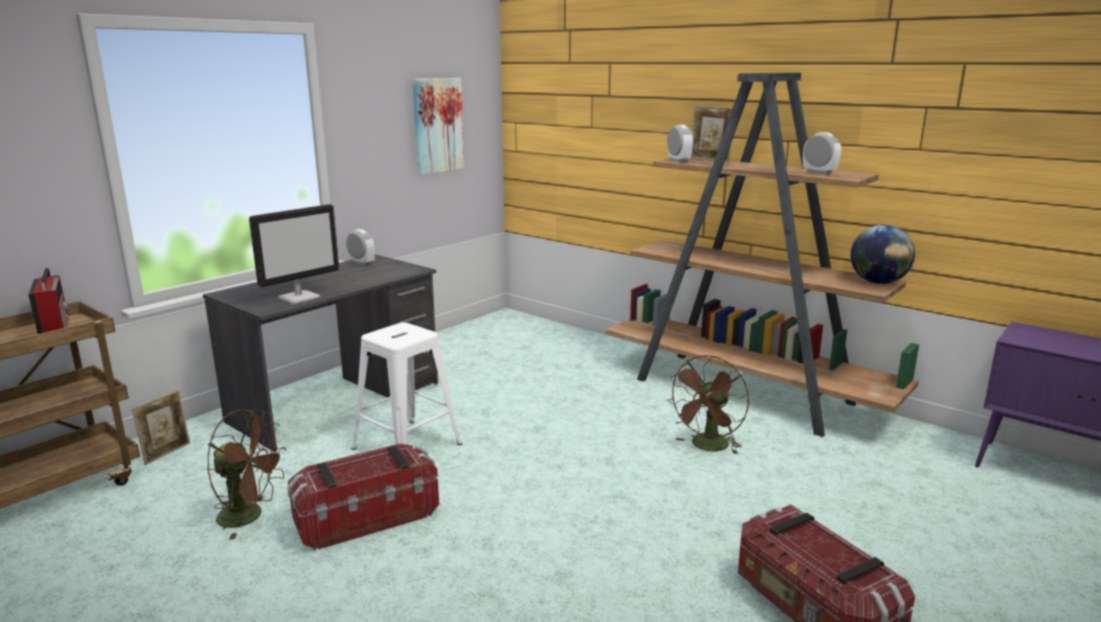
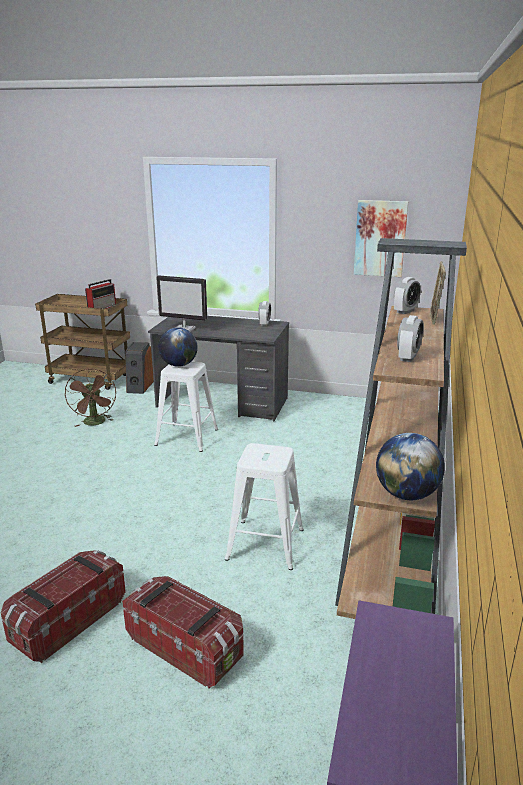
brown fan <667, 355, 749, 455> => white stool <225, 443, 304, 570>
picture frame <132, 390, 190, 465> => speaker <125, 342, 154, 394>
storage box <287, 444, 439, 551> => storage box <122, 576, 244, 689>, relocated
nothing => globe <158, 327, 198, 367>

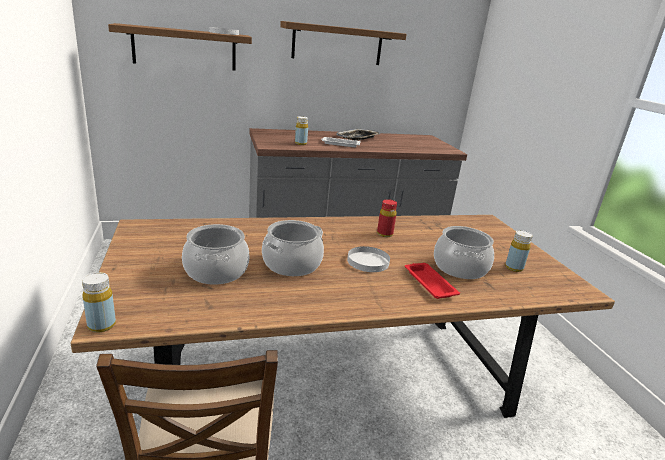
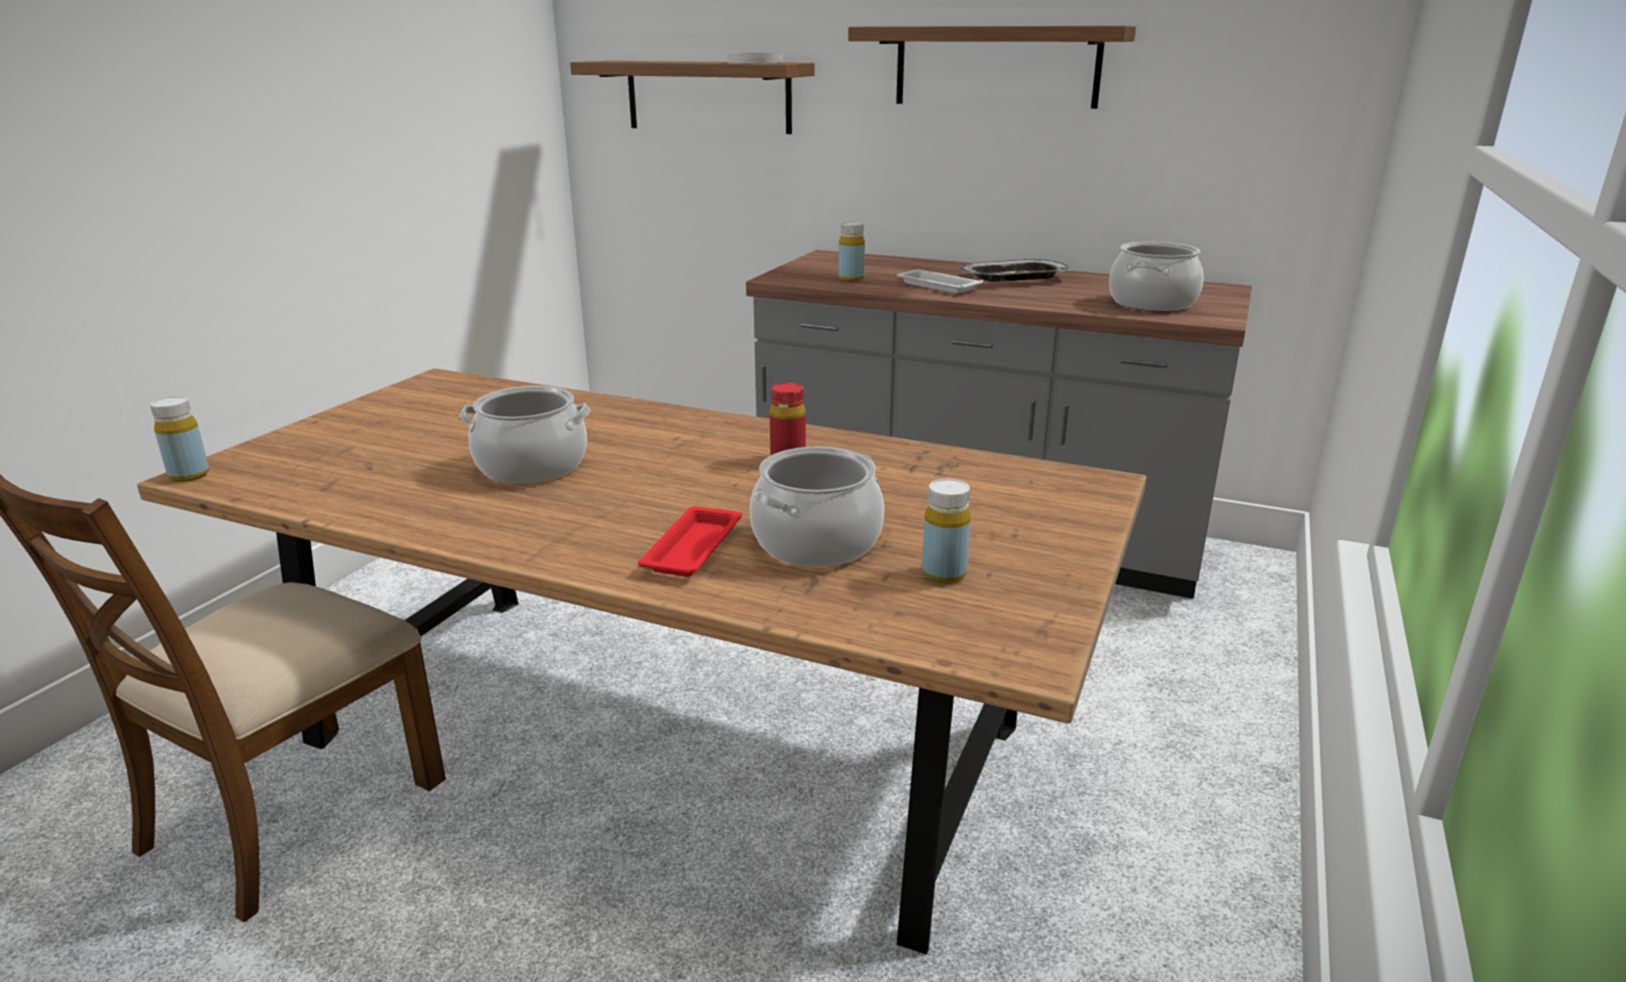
cooking pot <182, 224, 250, 285> => cooking pot <1109, 242, 1204, 311>, relocated
white plate <347, 246, 390, 272> => nothing

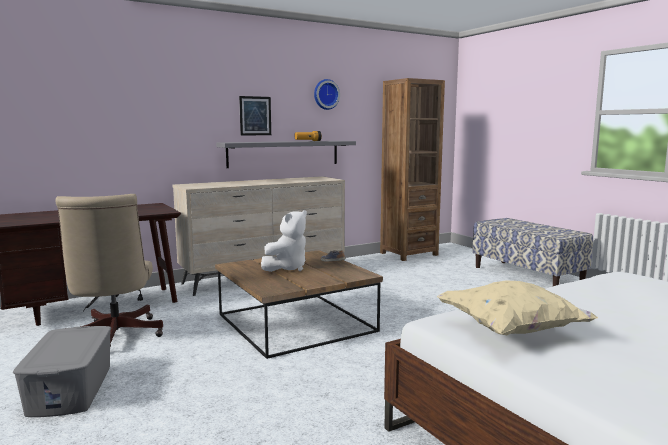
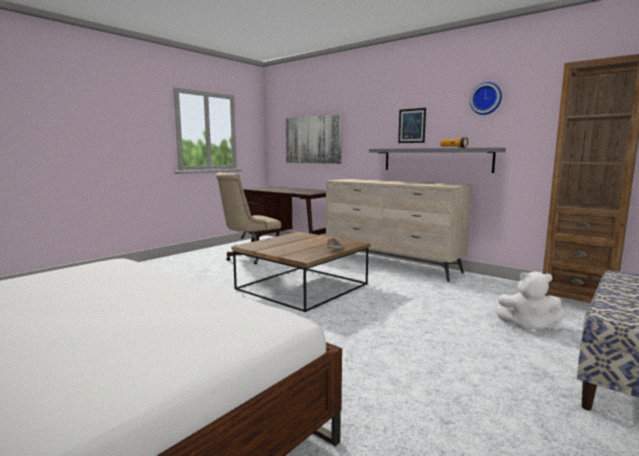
white plush toy <261, 210, 307, 272> => white plush toy <496, 271, 566, 334>, relocated
beige pillow <437, 280, 598, 335> => nothing
grey storage box <13, 326, 111, 417> => nothing
nothing => picture <286, 114, 342, 164>

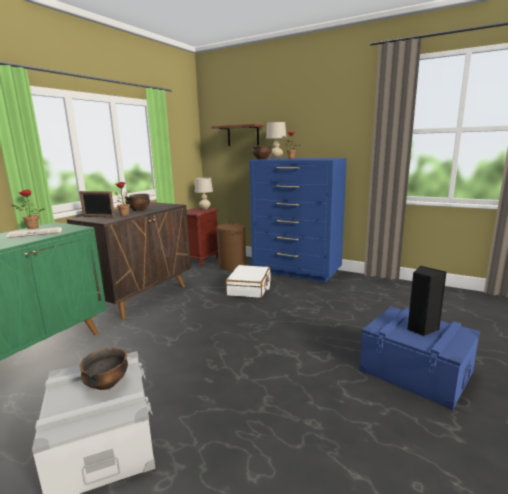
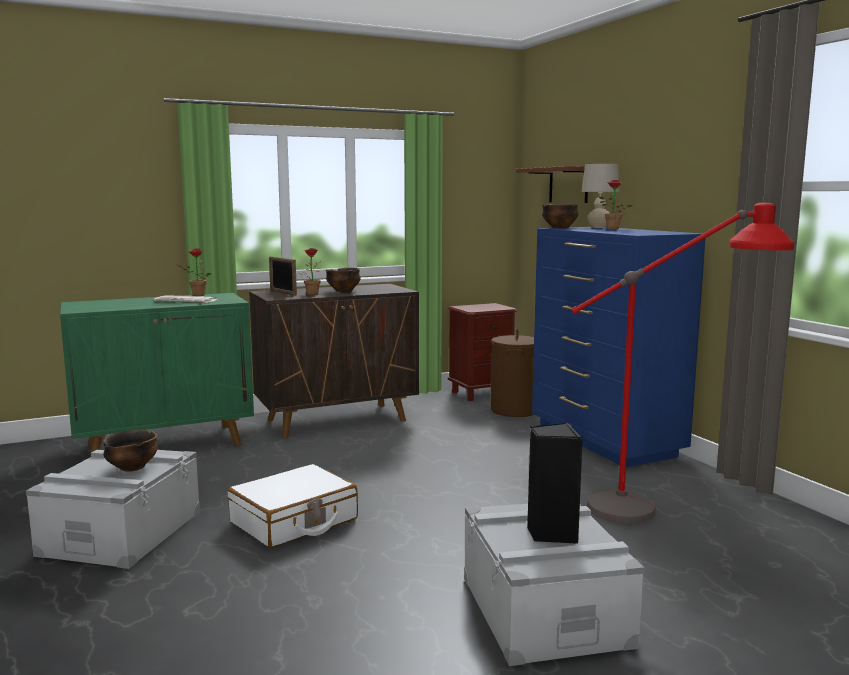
beige table lamp <195, 177, 213, 209> => nothing
white suitcase <226, 265, 271, 298> => white suitcase <227, 464, 358, 548>, relocated
blue storage box <359, 306, 480, 410> => grey storage box <464, 504, 645, 666>
nothing => red floor lamp <571, 203, 794, 524>

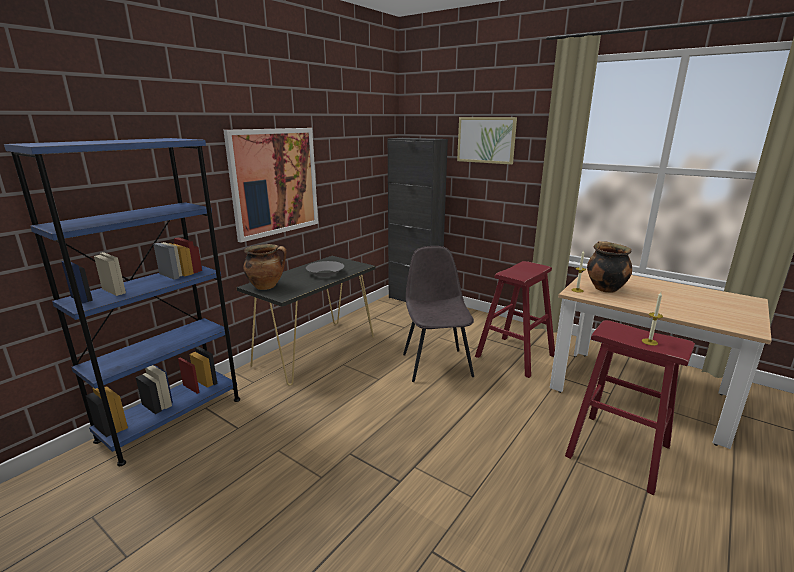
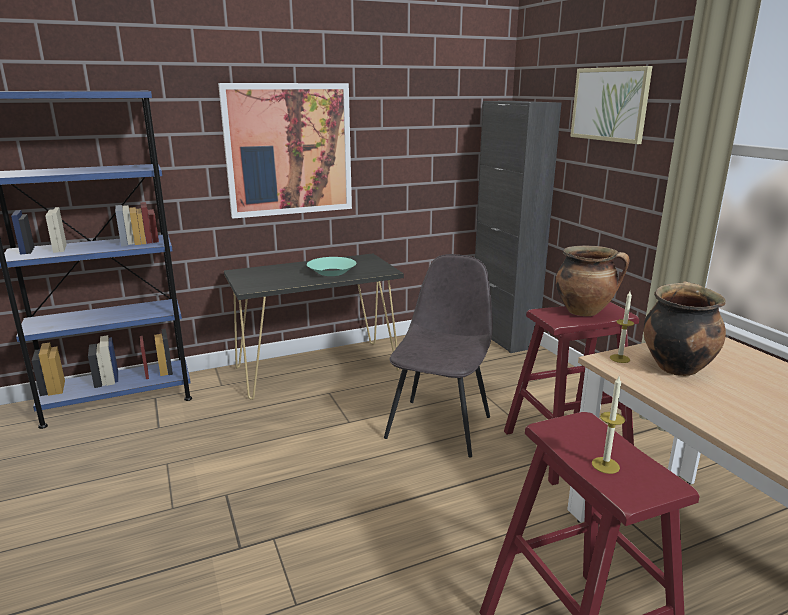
cooking pot <243, 244, 287, 290> => cooking pot <556, 246, 629, 316>, relocated
grey bowl <306, 261, 344, 277> => turquoise bowl <307, 257, 356, 276>

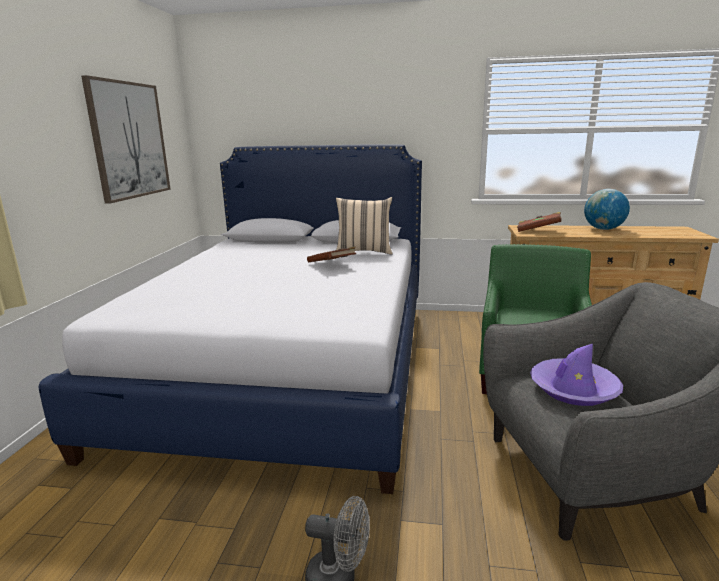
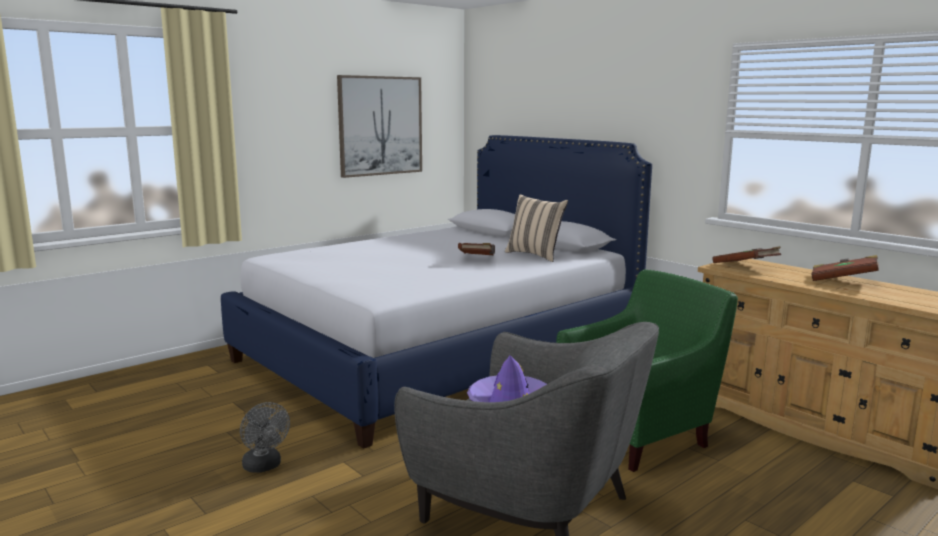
globe <584, 189, 630, 230> => brown book <812, 255, 879, 281>

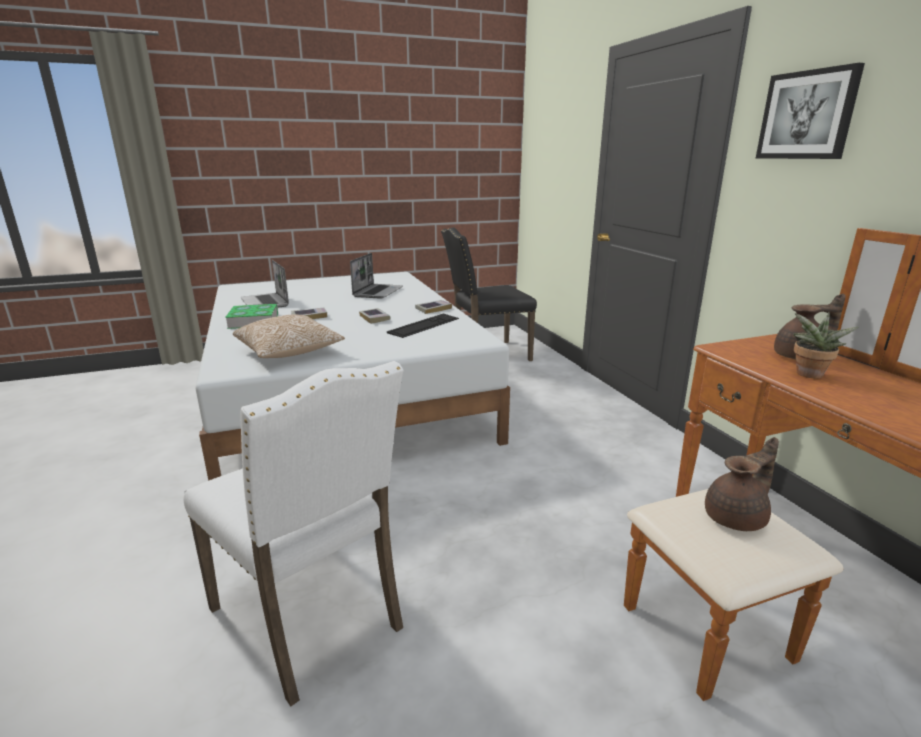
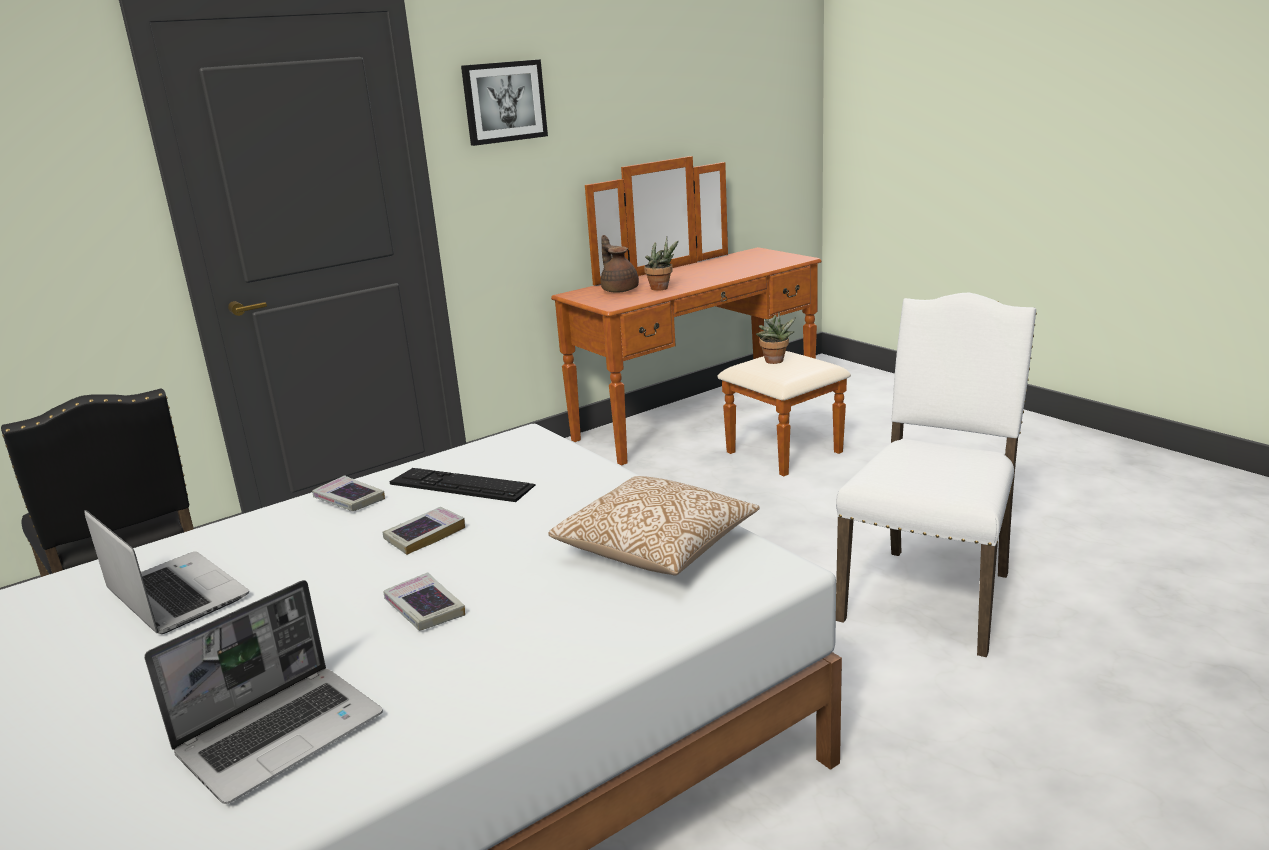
laptop <350, 253, 403, 299> => laptop <84, 510, 249, 634>, 45 degrees clockwise
book <225, 304, 278, 329> => nothing
brown teapot <705, 437, 779, 531> => potted plant <756, 312, 796, 364>

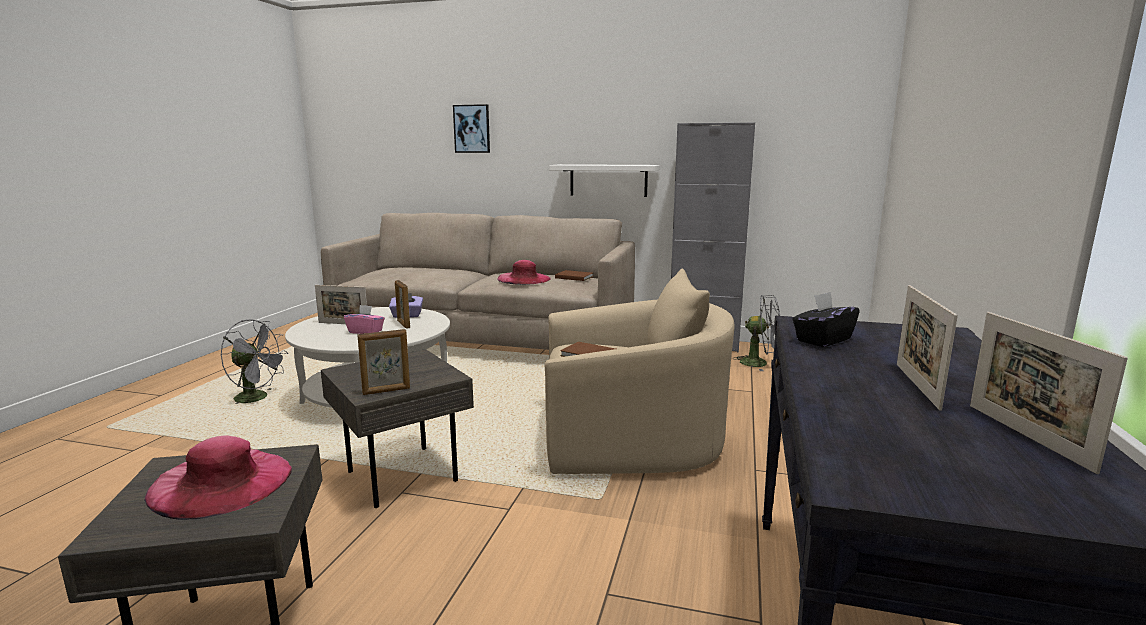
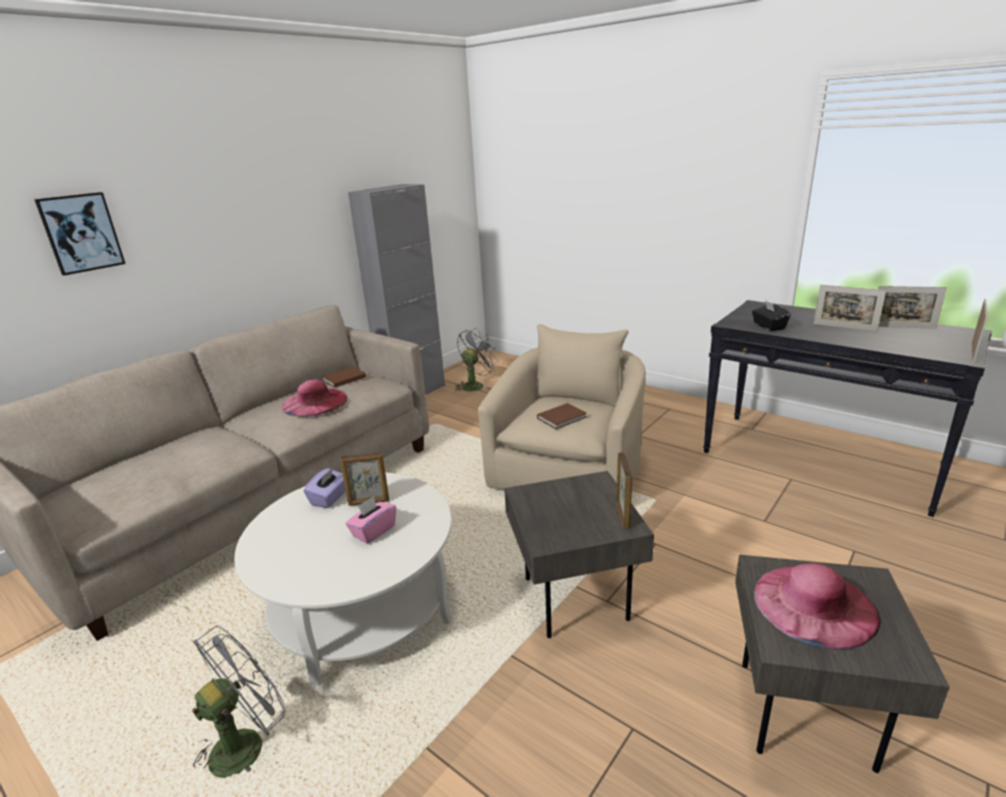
white shelf <549, 164, 660, 197> => nothing
picture frame <315, 285, 367, 324> => picture frame <972, 299, 988, 363>, relocated

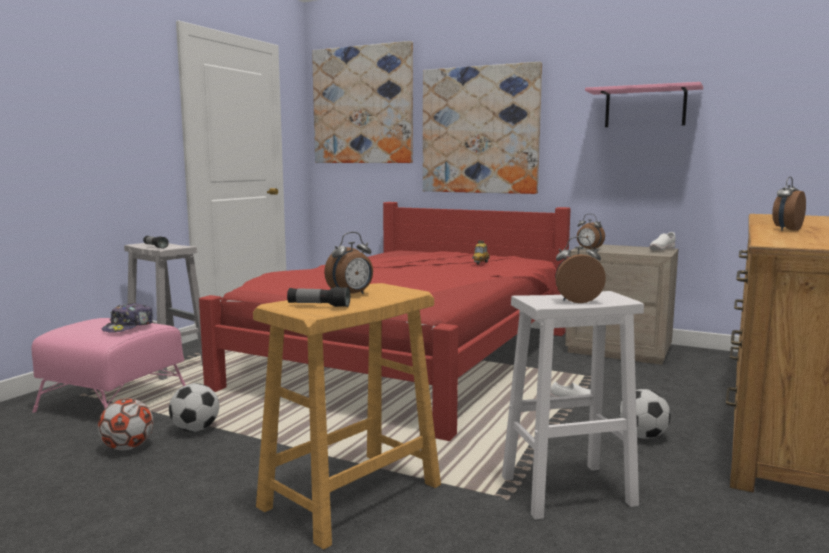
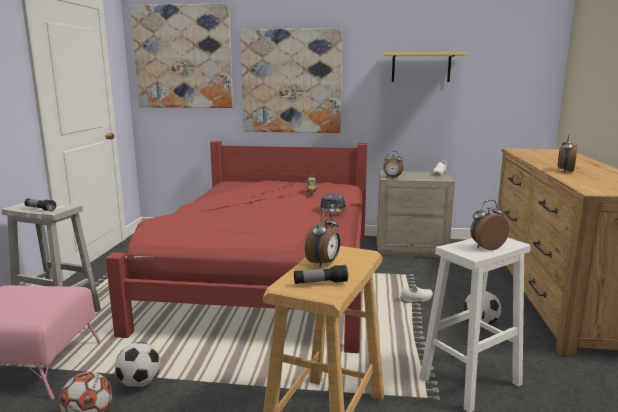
pink shelf <585, 82, 703, 127> => yellow shelf <383, 52, 468, 82>
cap <102, 303, 153, 333> => cap <320, 193, 346, 214>, relocated

